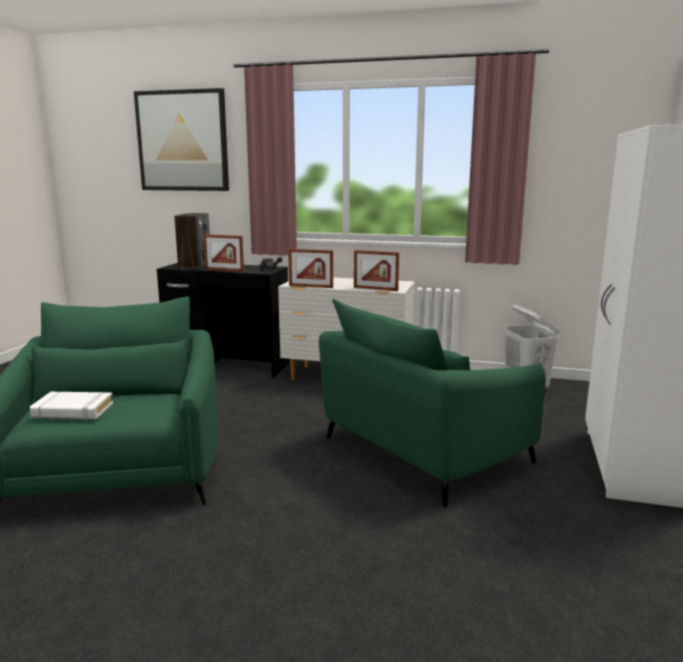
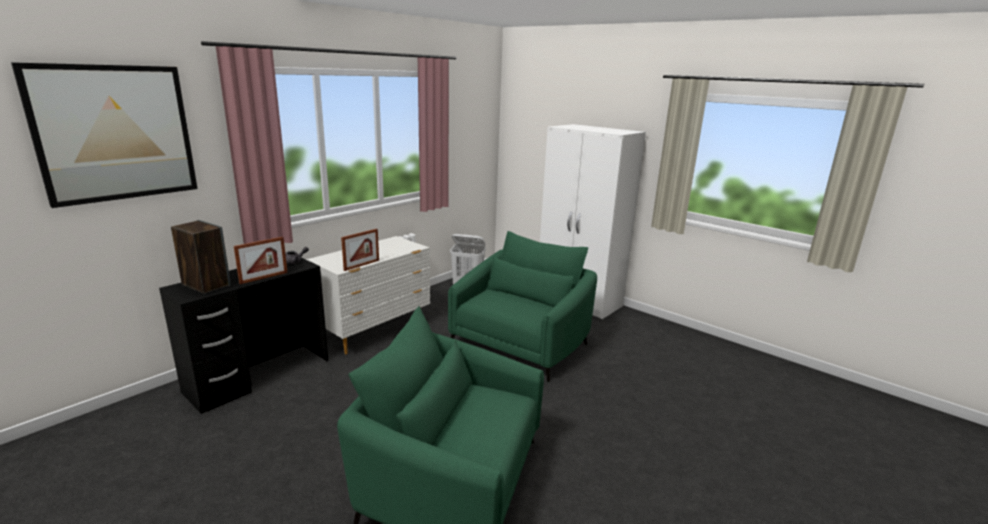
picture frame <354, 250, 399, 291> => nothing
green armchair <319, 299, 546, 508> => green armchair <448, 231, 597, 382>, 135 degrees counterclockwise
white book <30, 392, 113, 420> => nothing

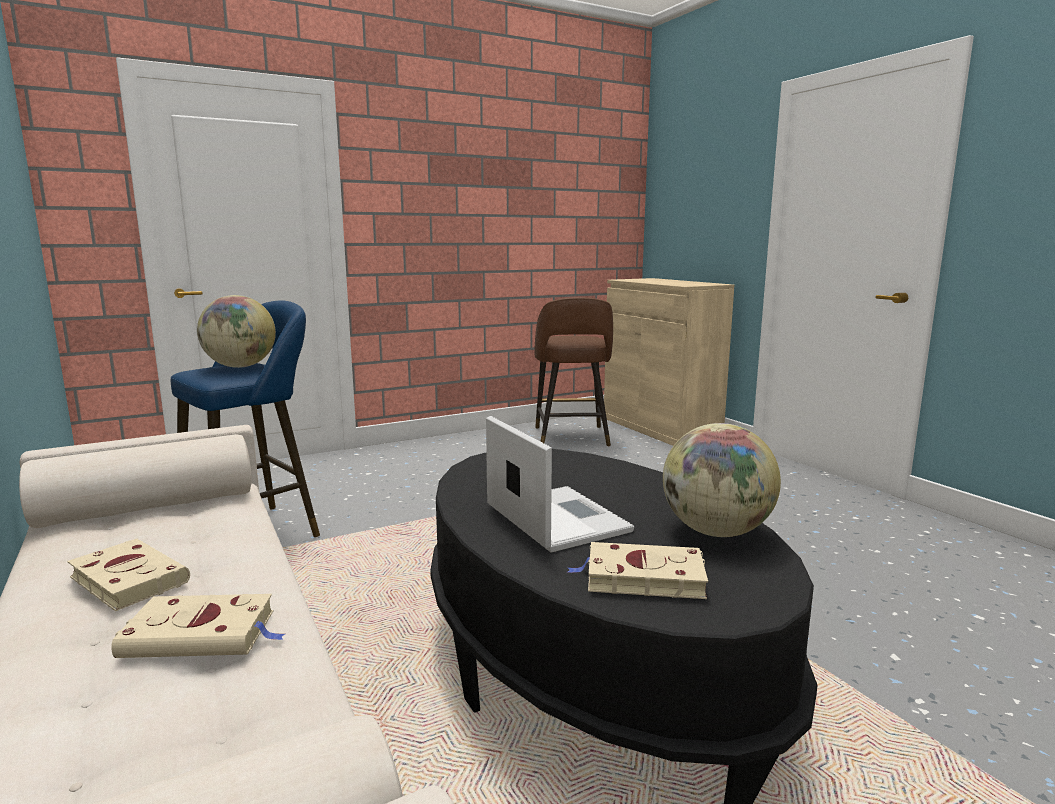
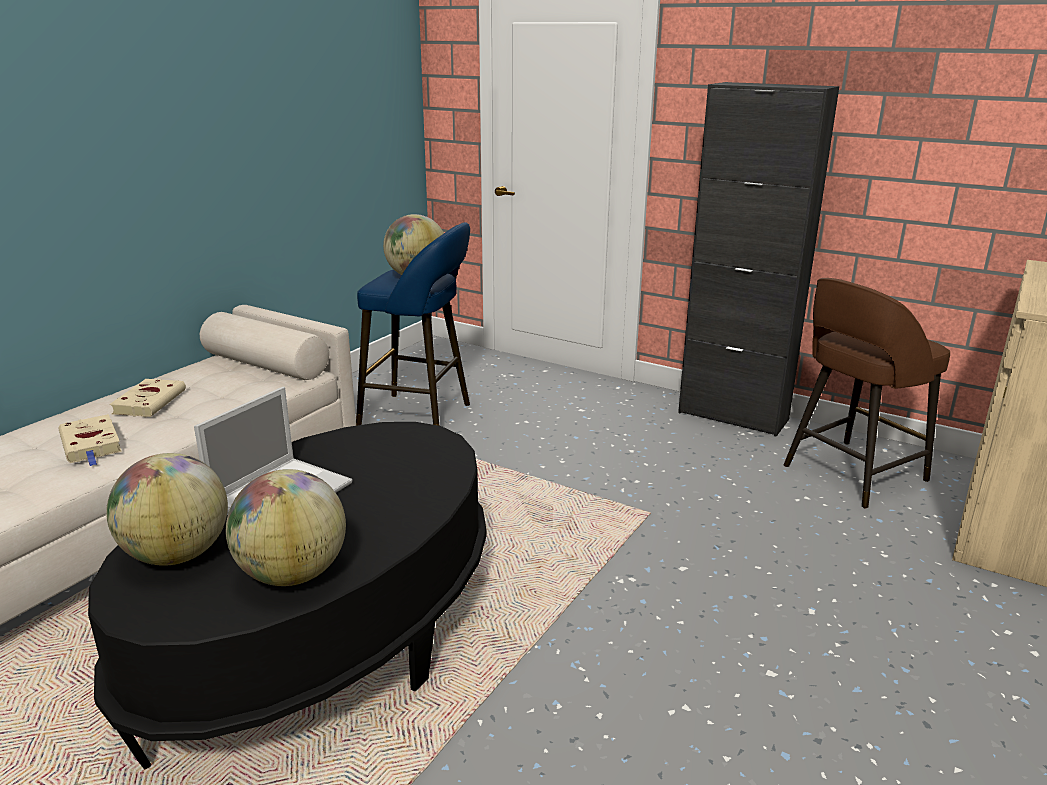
beige book <568, 542, 708, 599> => globe <106, 453, 228, 566>
nothing => black cabinet <678, 82, 839, 437>

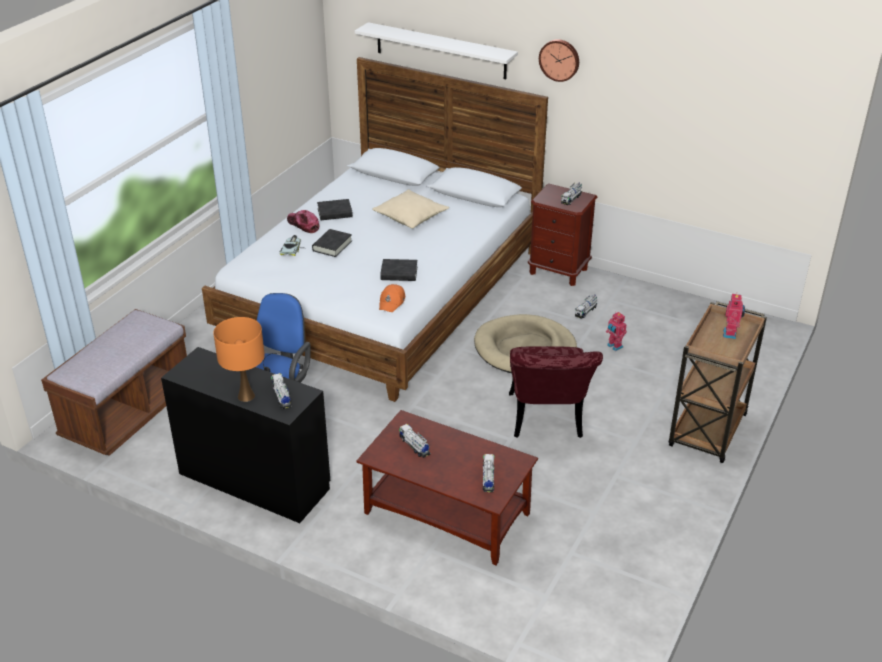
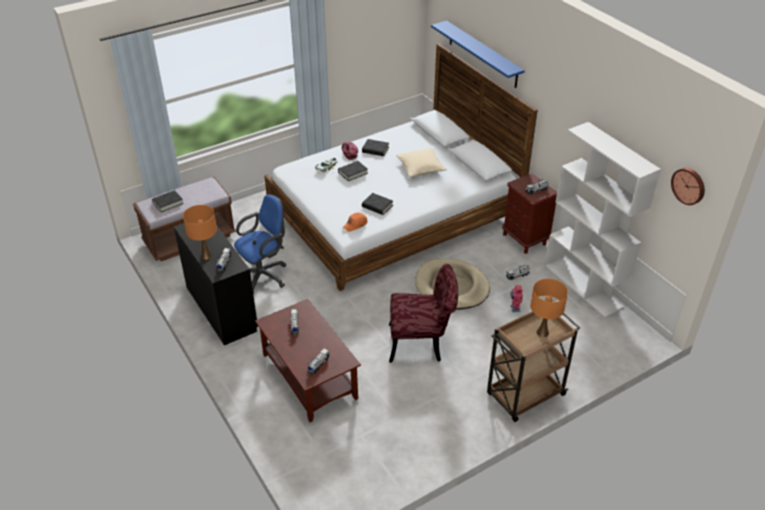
white shelf <355, 22, 518, 79> => blue shelf <431, 21, 525, 88>
wall clock <539, 39, 579, 82> => wall clock <671, 168, 705, 205>, relocated
toy robot <723, 294, 745, 339> => orange table lamp <530, 279, 568, 337>
red chair <509, 346, 603, 438> => red chair <389, 264, 458, 363>, 120 degrees counterclockwise
nothing => white bookcase <544, 122, 661, 317>
nothing => black book <152, 190, 184, 212>

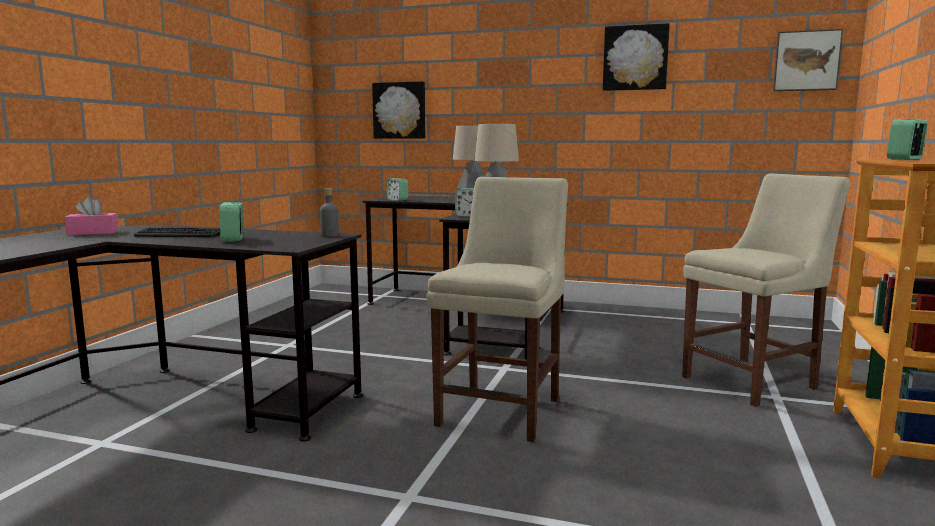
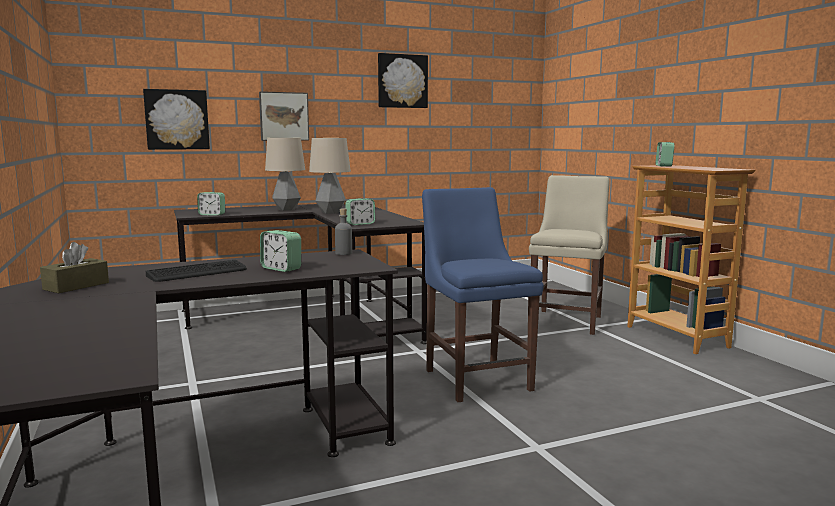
picture <773, 29, 843, 91> => picture <259, 91, 309, 141>, relocated
beige chair <426, 177, 568, 442> => blue chair <422, 187, 544, 402>
pink tissue box <65, 197, 118, 235> => brown tissue box <40, 242, 109, 293>

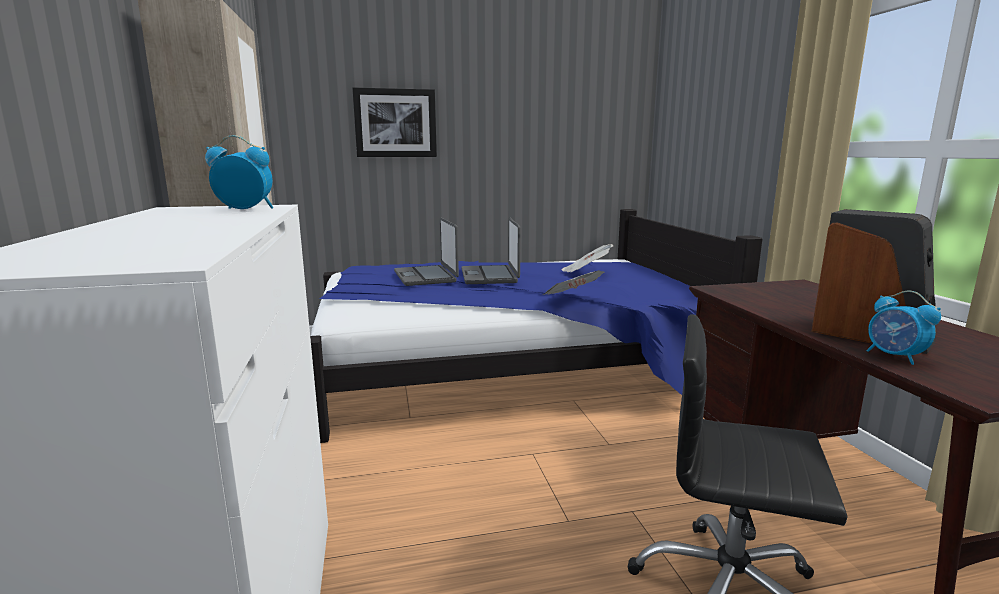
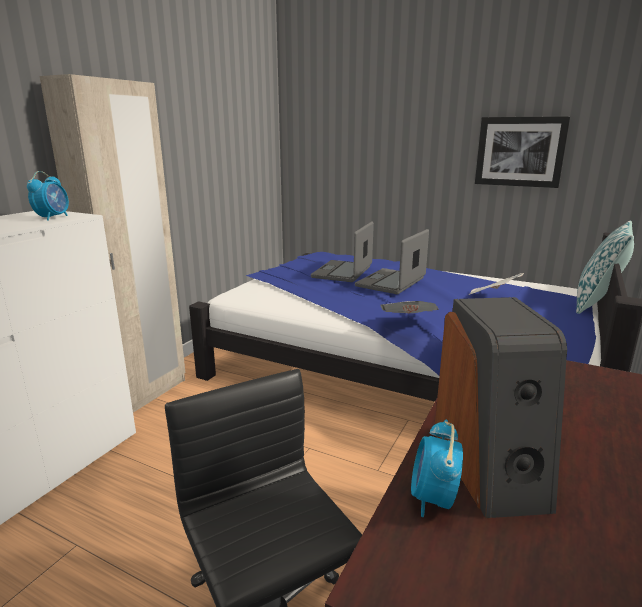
picture <353, 88, 437, 157> => picture <475, 116, 570, 188>, relocated
alarm clock <205, 135, 273, 209> => alarm clock <27, 171, 69, 221>, 60 degrees clockwise
nothing => pillow <576, 221, 634, 314>

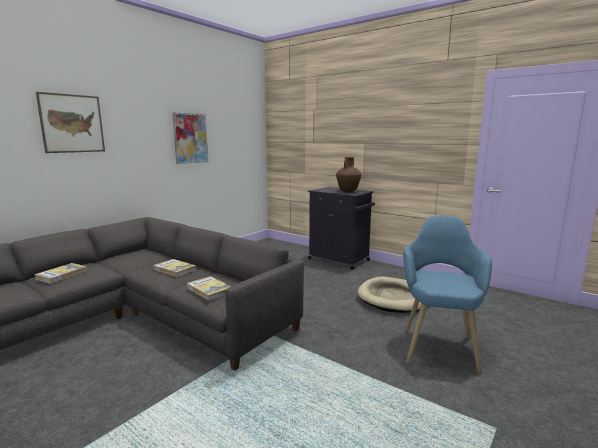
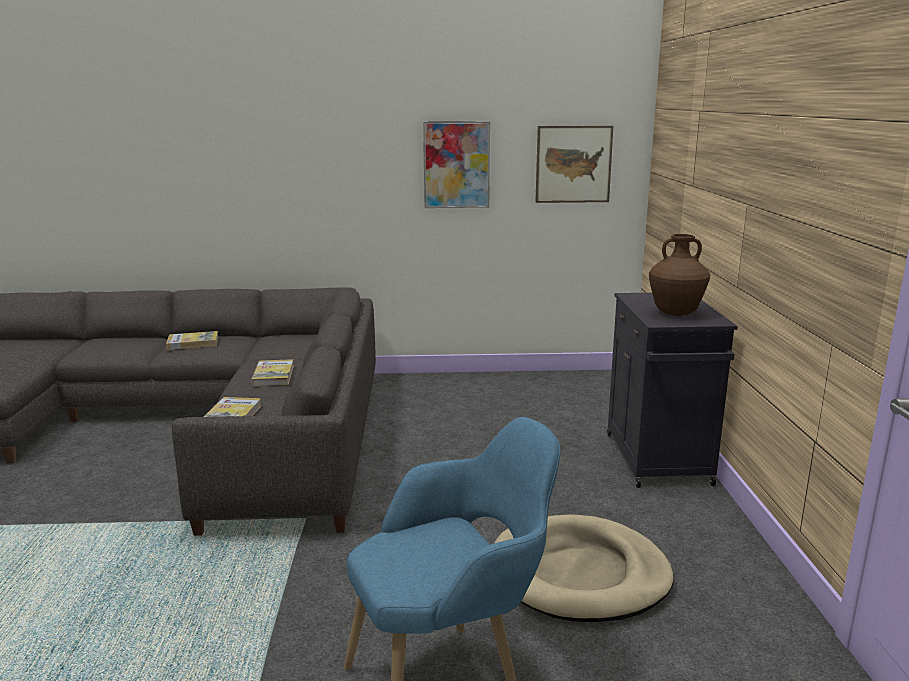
picture <36, 92, 105, 153> => picture <535, 126, 613, 203>, relocated

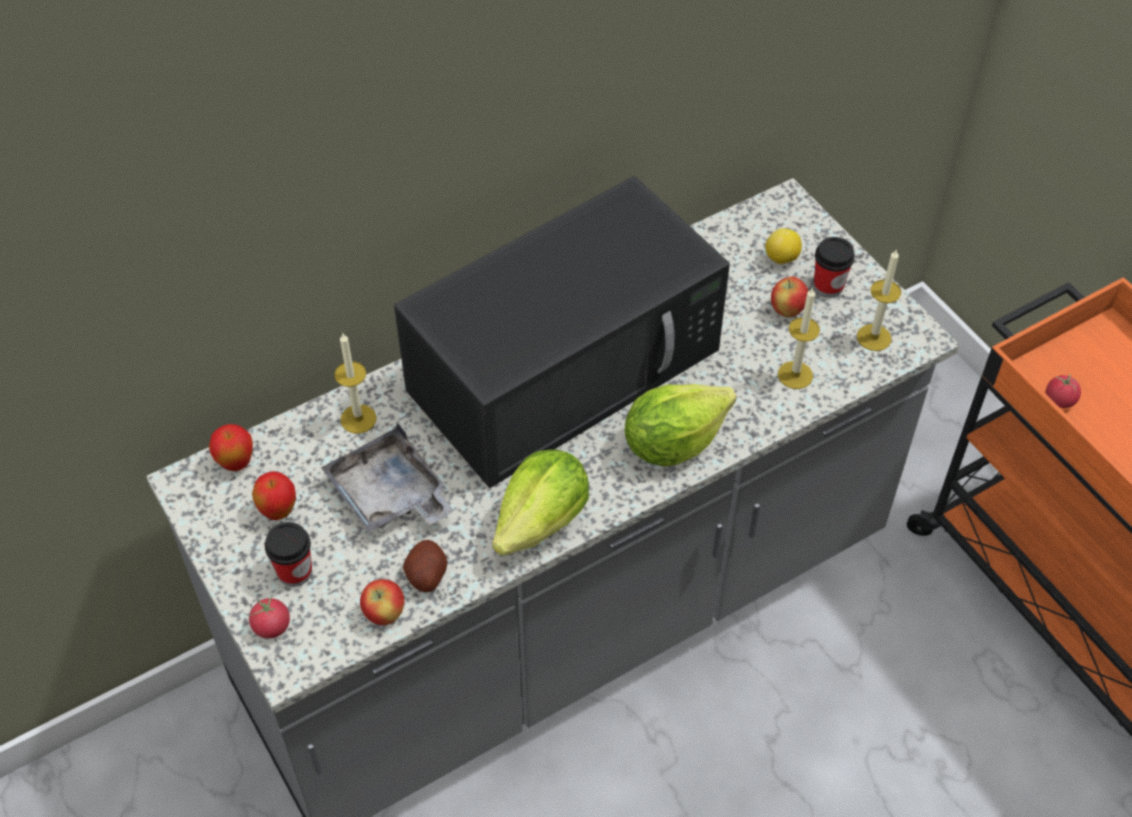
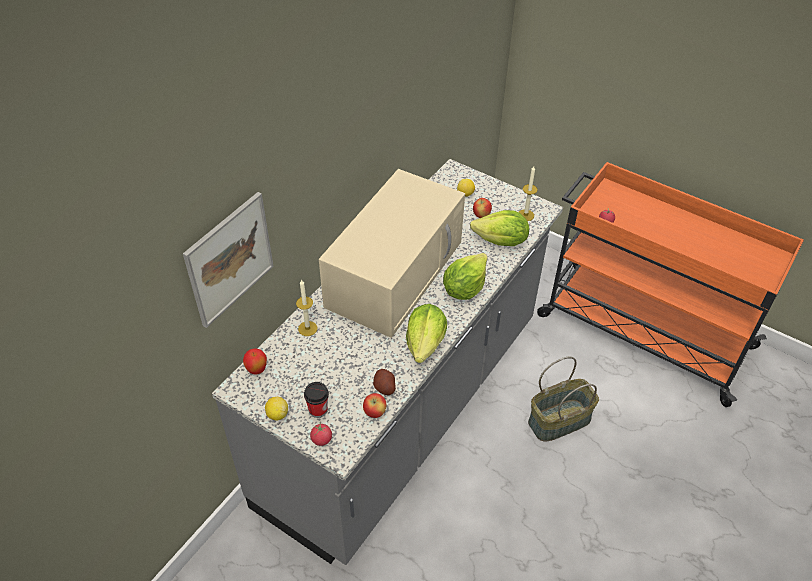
black microwave <394, 176, 730, 488> => beige microwave <319, 169, 465, 338>
cup <814, 237, 855, 298> => nothing
candle <778, 287, 820, 389> => lettuce <470, 210, 529, 246>
grey tray <321, 422, 454, 532> => nothing
apple <252, 471, 296, 520> => nothing
nothing => picture <183, 192, 273, 328>
nothing => basket <528, 357, 599, 442>
nothing => lemon <265, 397, 288, 421>

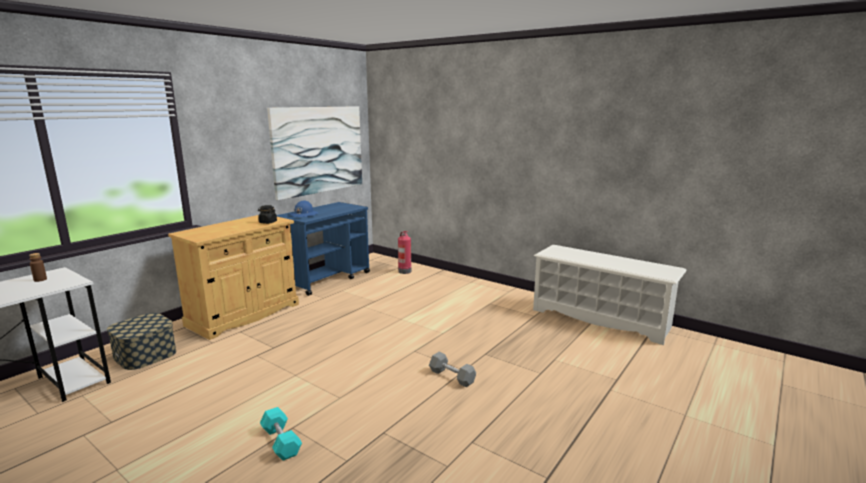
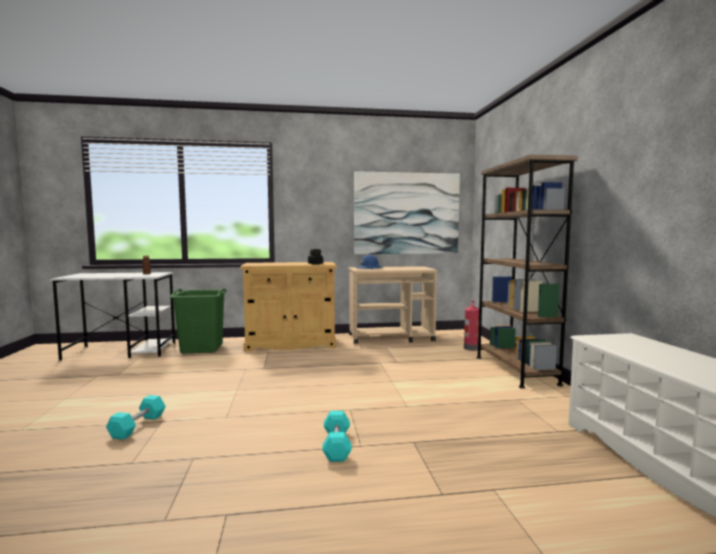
blue cart <277, 202, 370, 296> => beige cart <349, 266, 438, 344>
storage box <107, 313, 176, 370> => green laundry basket <169, 288, 227, 353>
grey dumbbell <429, 352, 476, 387> => turquoise dumbbell <322, 411, 352, 462>
nothing => brown bookcase <477, 155, 578, 389>

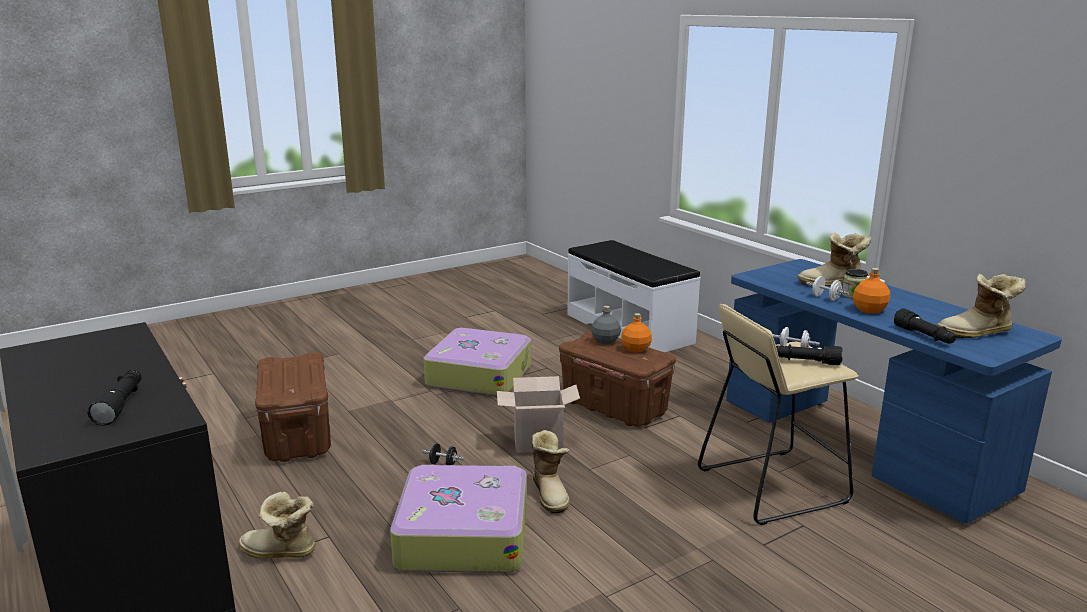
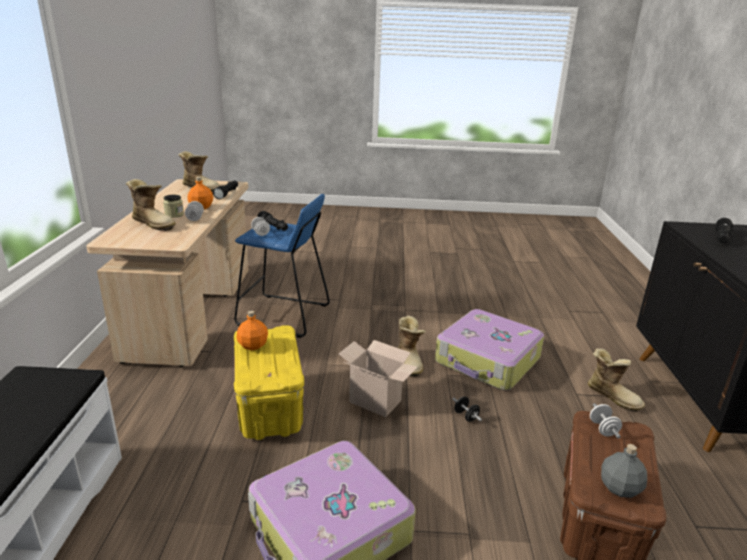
blue desk <726, 259, 1062, 524> => beige desk <86, 179, 249, 367>
beige stool <698, 304, 859, 525> => blue stool <234, 194, 330, 338>
grey bottle <591, 306, 621, 344> => grey bottle <601, 444, 647, 498>, relocated
brown storage box <559, 331, 676, 427> => yellow storage box <234, 325, 304, 440>
boot <531, 430, 570, 513> => boot <398, 315, 426, 377>, 150 degrees clockwise
nothing => white dumbbell <590, 403, 622, 438>

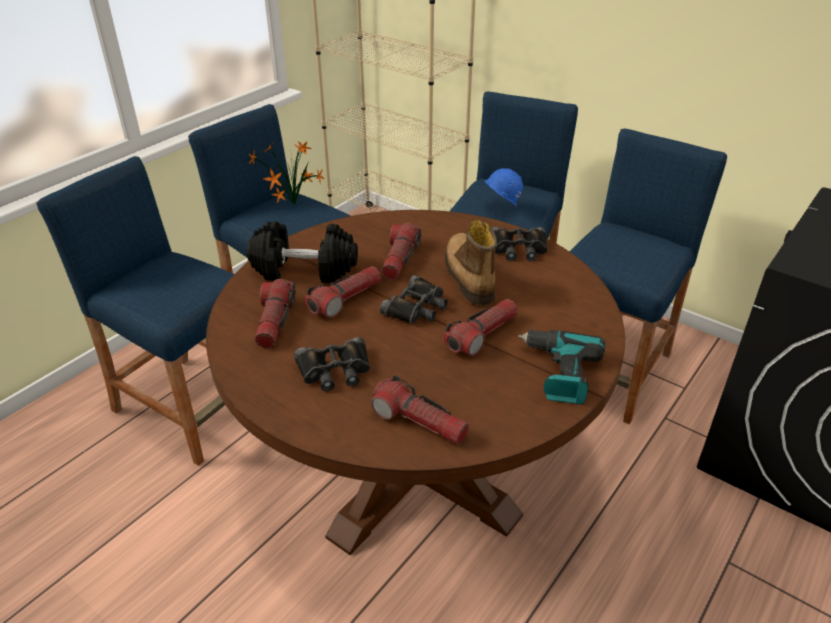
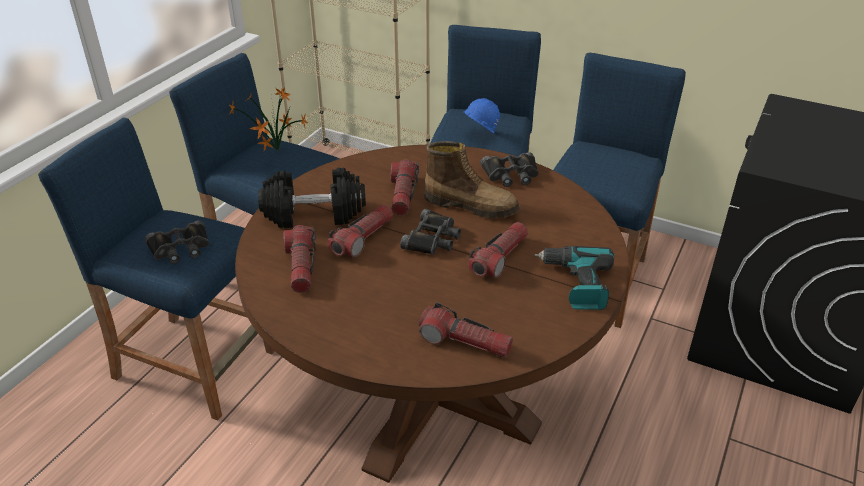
boot <445, 220, 497, 306> => boot <424, 141, 520, 218>, 135 degrees clockwise
black binoculars <294, 337, 370, 391> => black binoculars <145, 220, 209, 264>, relocated

